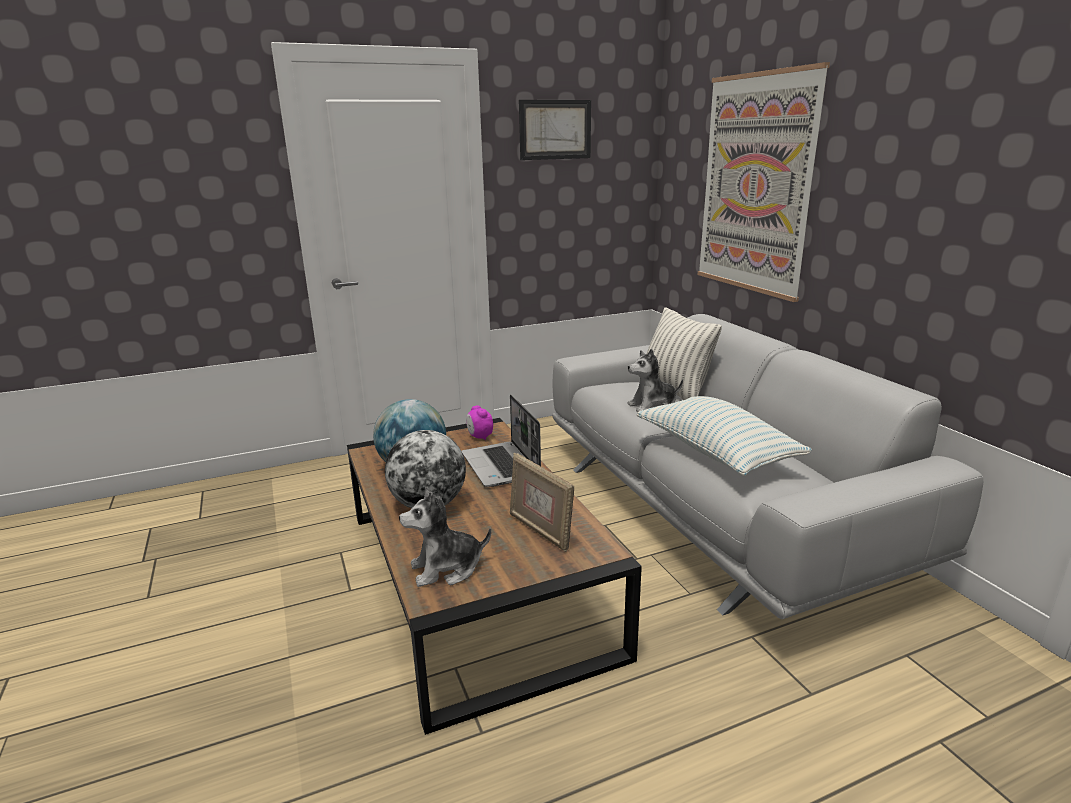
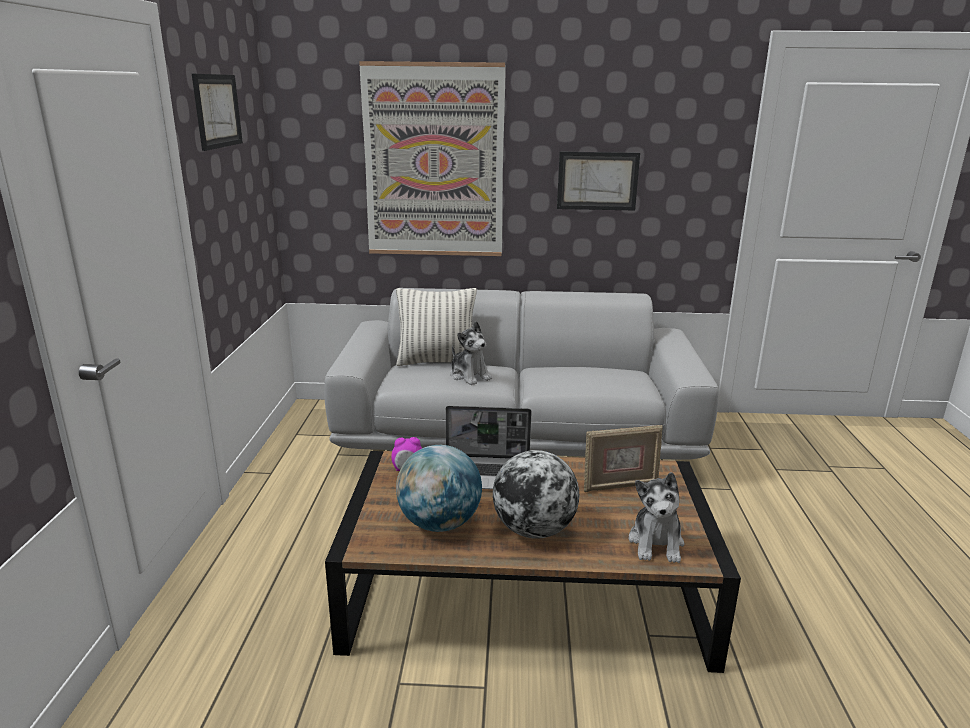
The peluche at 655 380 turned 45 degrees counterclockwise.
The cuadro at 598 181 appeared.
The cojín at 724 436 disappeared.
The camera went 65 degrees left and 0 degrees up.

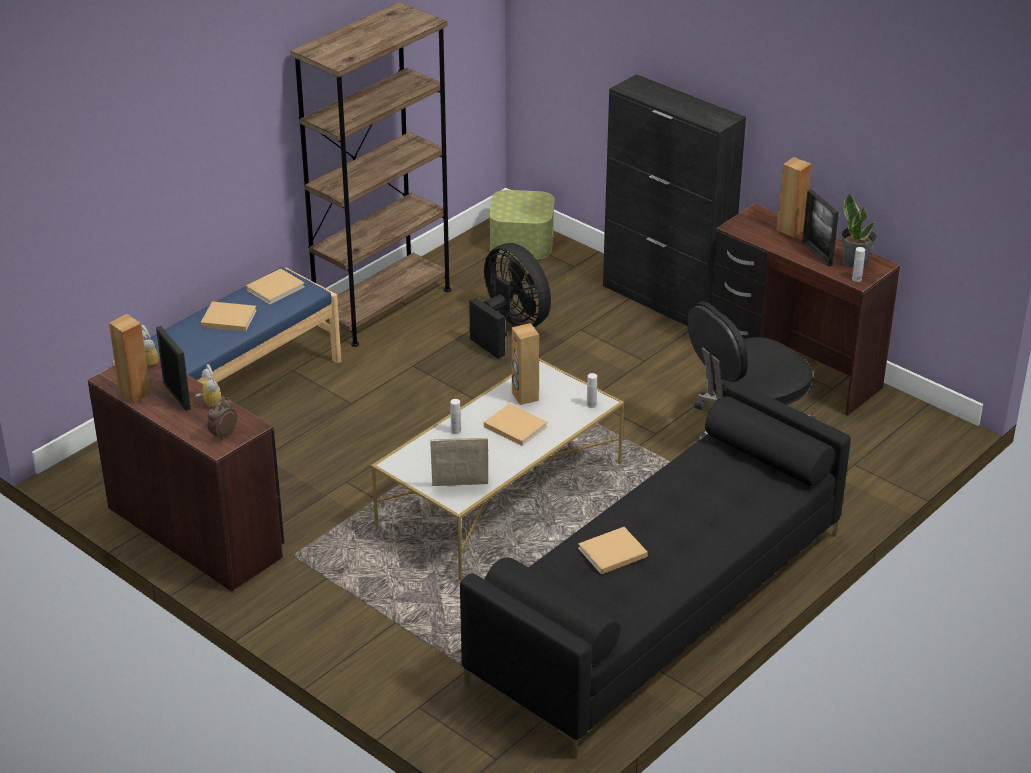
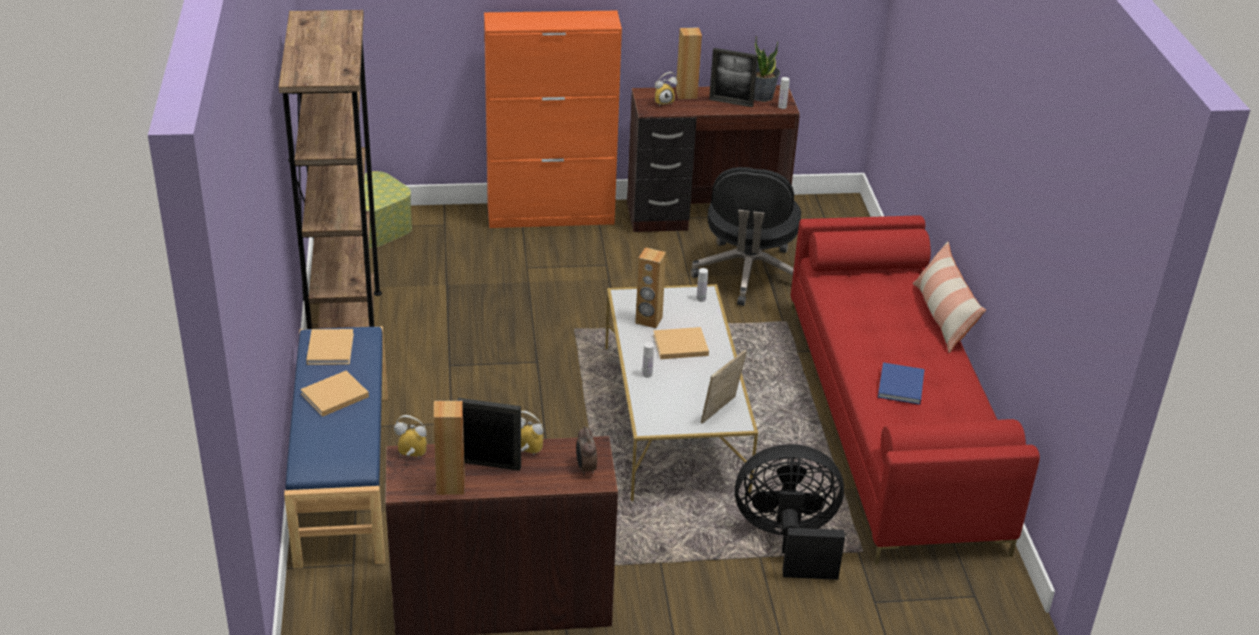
The armario [negro] at 674 200 became the armario [naranja] at 553 119.
The despertador at 666 89 appeared.
The ventilador [negro] moved from 510 301 to 790 512.
The sofá [negro] at 655 569 became the sofá [rojo] at 915 390.
The libro [beis] at 613 550 became the libro [azul] at 901 384.
The cojín at 949 297 appeared.
The camera went 50 degrees left and 0 degrees up.

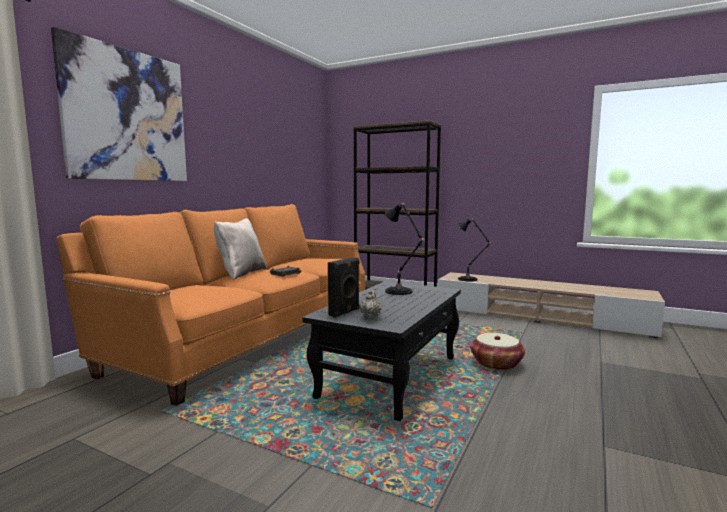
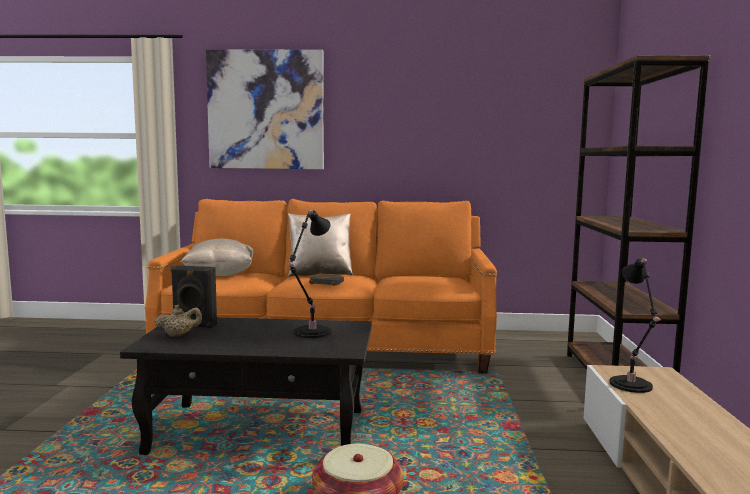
The cojín [beis] at 217 257 appeared.
The camera went 65 degrees right and 0 degrees up.

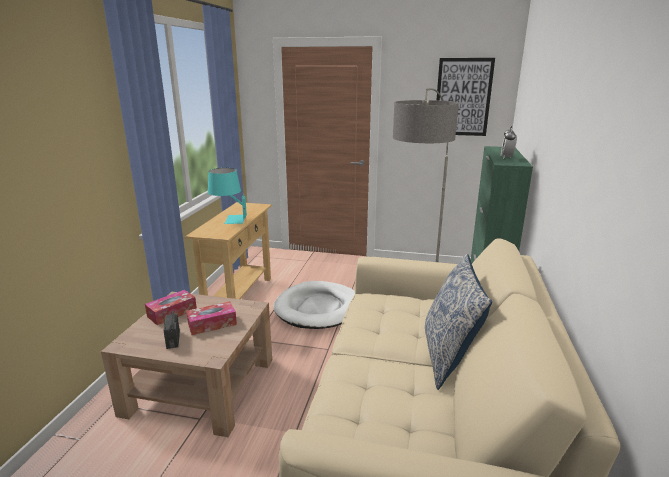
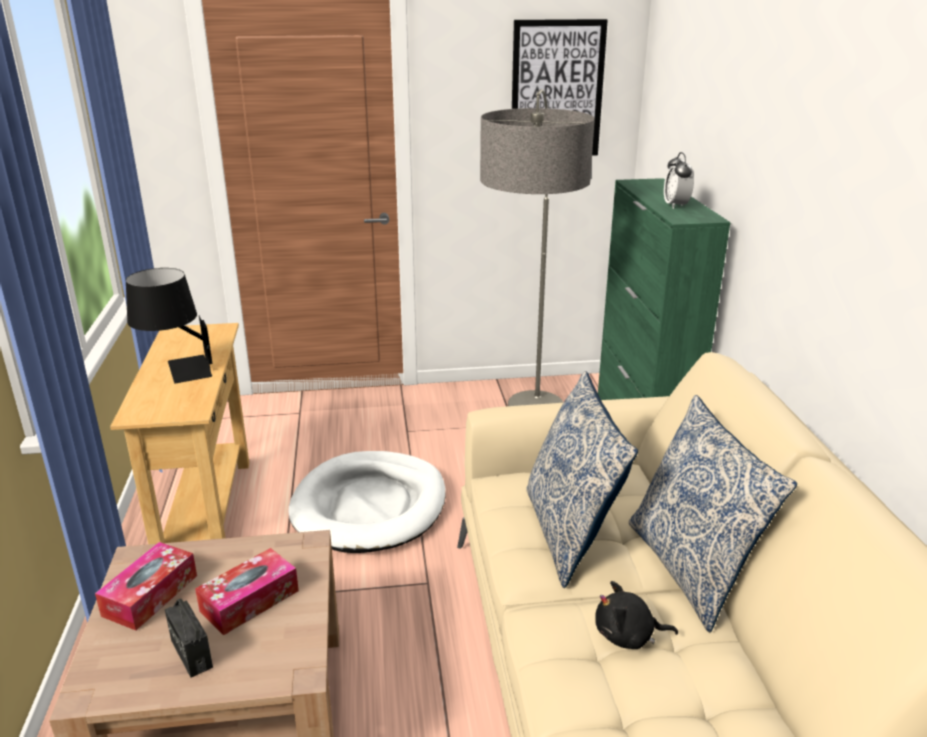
The lámpara de mesa [turquesa] at 227 196 became the lámpara de mesa [negro] at 169 325.
The cojín at 582 479 appeared.
The peluche [negro] at 636 615 appeared.
The camera went 20 degrees left and 5 degrees up.

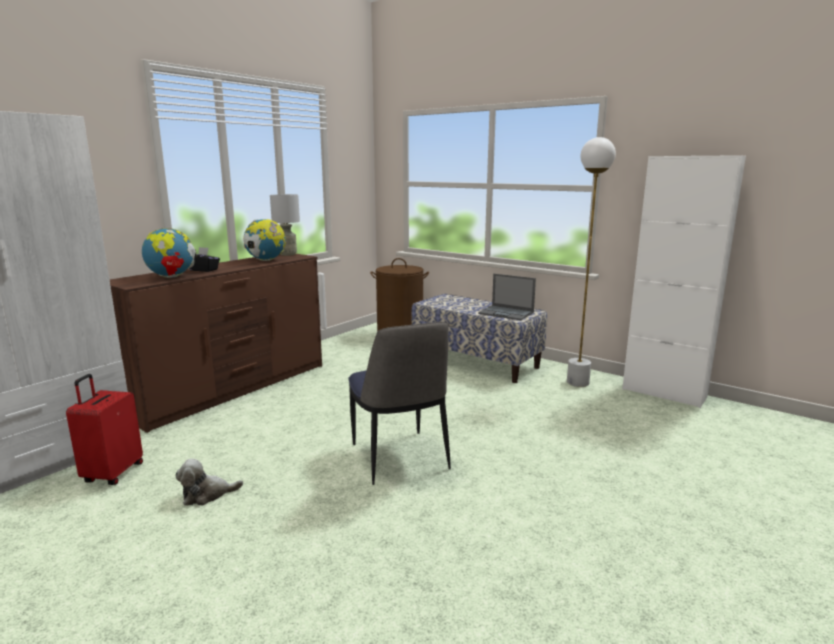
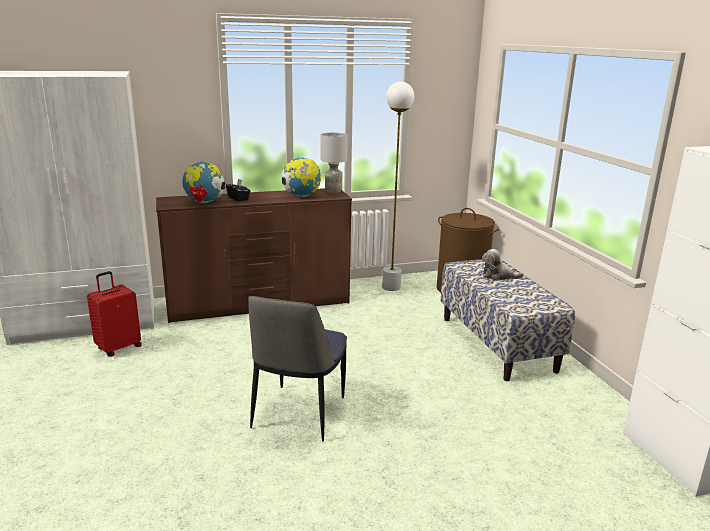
The lámpara de pie [blanco] moved from 591 262 to 398 186.
The peluche moved from 209 481 to 503 264.
The portátil at 507 297 disappeared.
The camera went 35 degrees right and 5 degrees up.

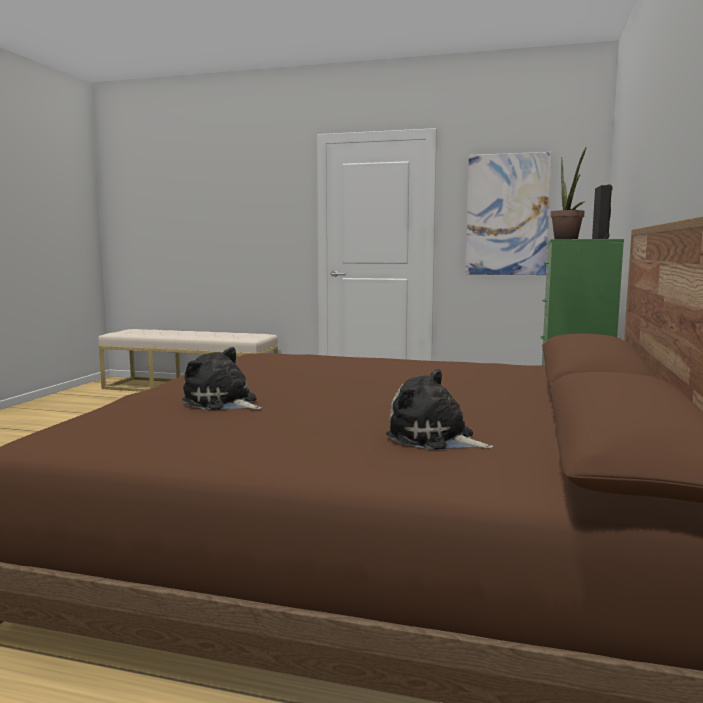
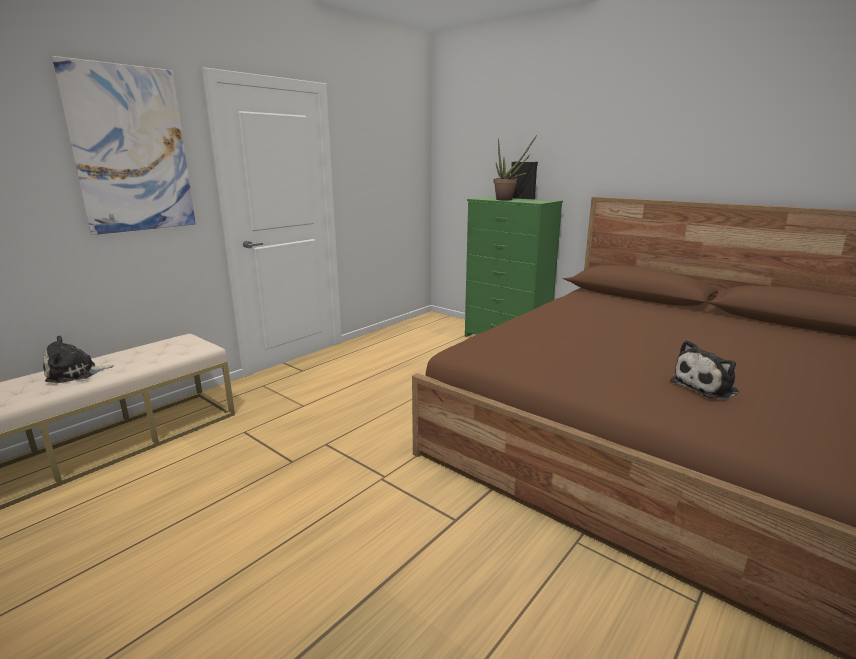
The peluche moved from 439 409 to 79 359.
The cuadro moved from 509 213 to 124 145.
The camera went 65 degrees left and 10 degrees up.

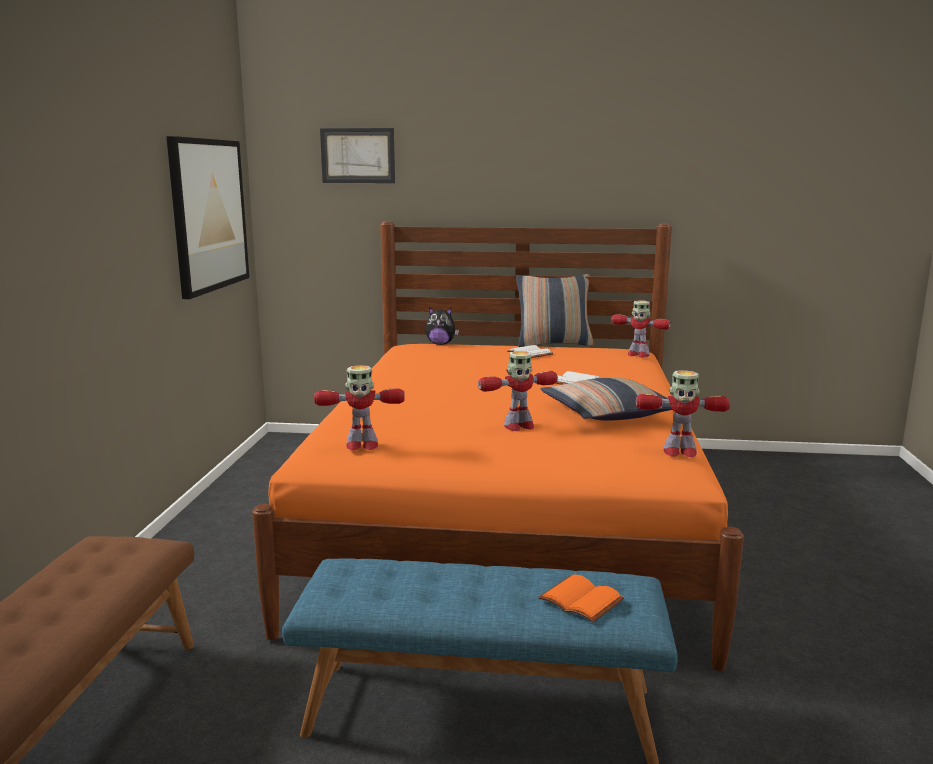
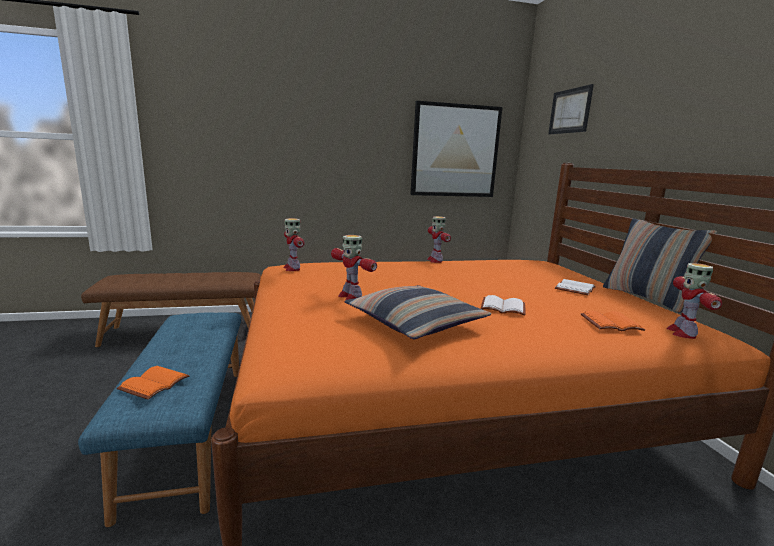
The robot de juguete moved from 683 413 to 439 239.
The libro [naranja] at 613 321 appeared.
The peluche at 442 326 disappeared.
The camera went 70 degrees right and 0 degrees up.

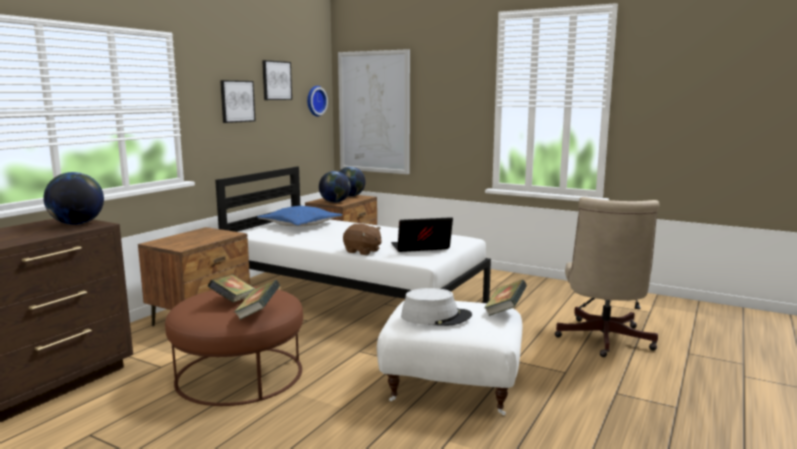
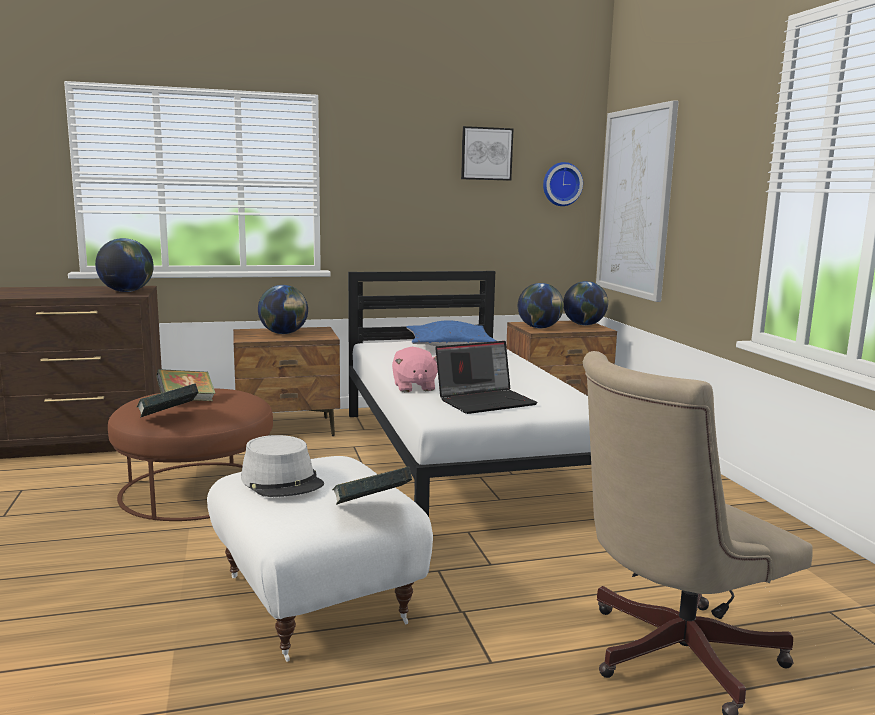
The globo terráqueo at 283 309 appeared.
The peluche [marrón] at 362 239 became the peluche [rosa] at 415 369.
The portátil at 422 234 turned 120 degrees clockwise.
The cuadro at 238 101 disappeared.
The camera went 45 degrees right and 0 degrees up.

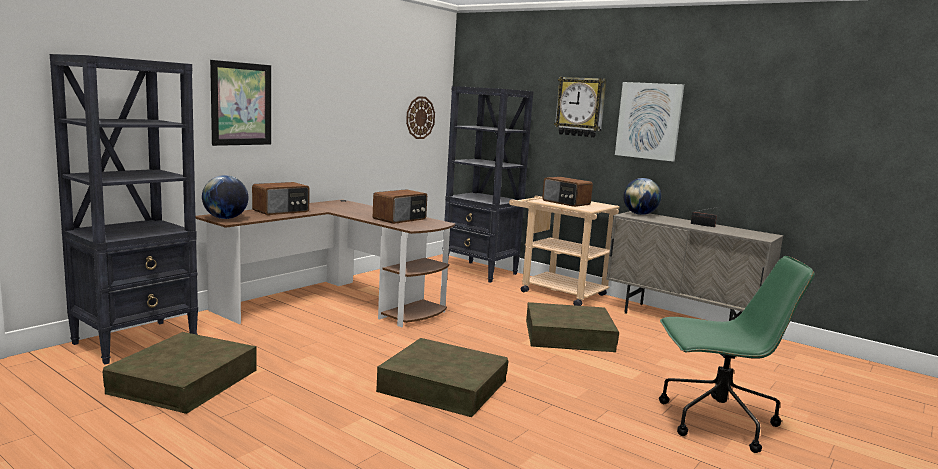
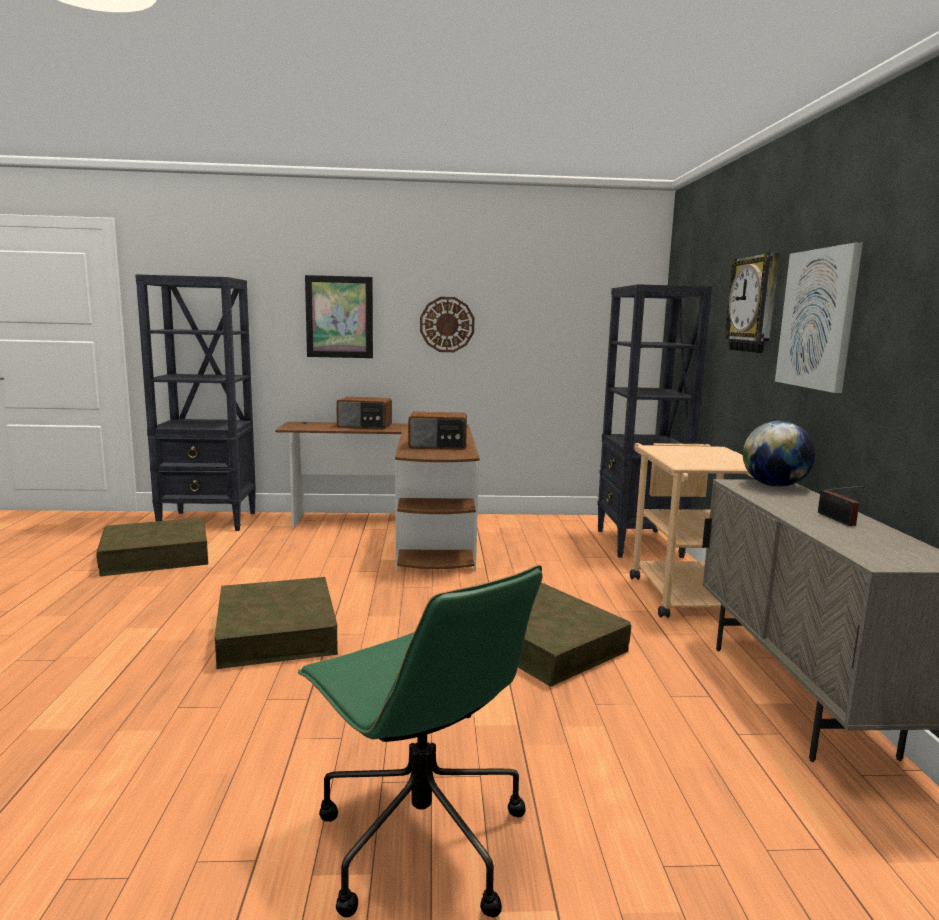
The reloj de pared moved from 420 117 to 447 324.
The globo terráqueo at 225 197 disappeared.
The radio at 567 192 disappeared.
The camera went 50 degrees right and 0 degrees up.

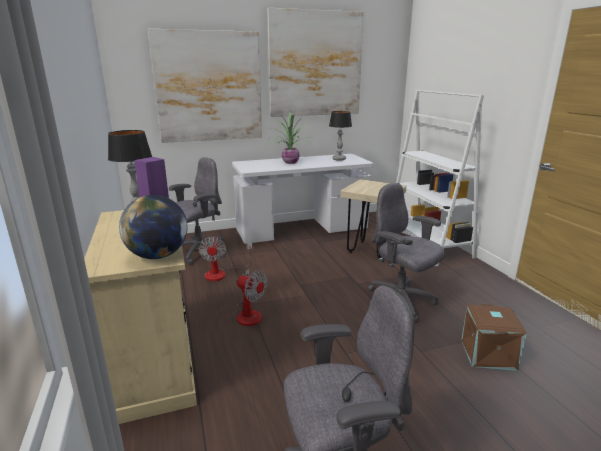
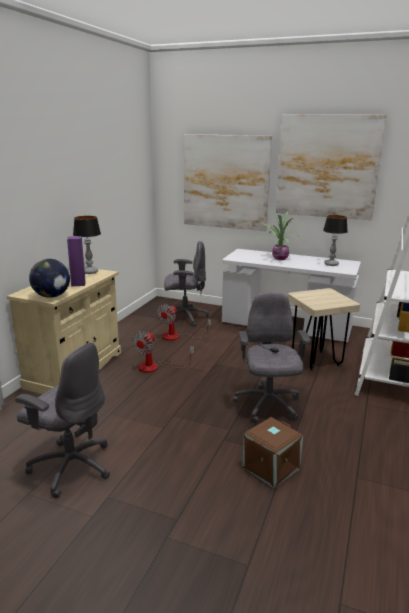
The ventilador at 251 297 turned 45 degrees clockwise.
The camera went 40 degrees right and 0 degrees up.

